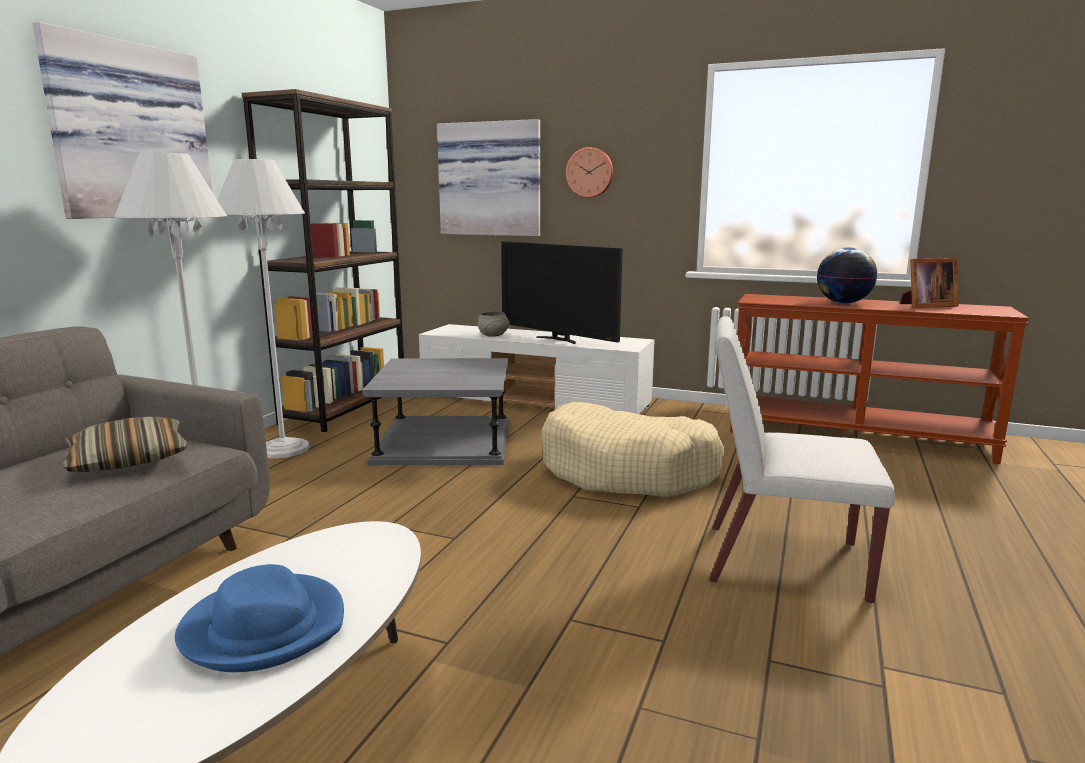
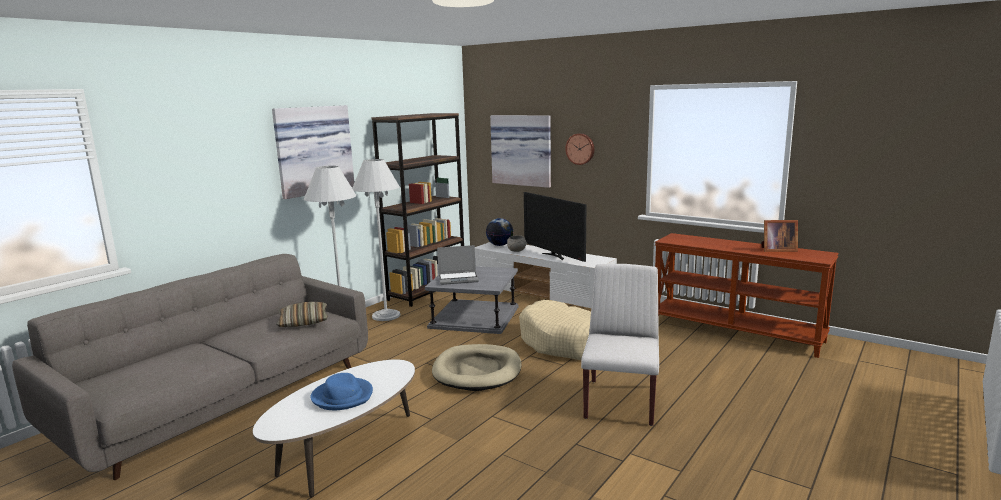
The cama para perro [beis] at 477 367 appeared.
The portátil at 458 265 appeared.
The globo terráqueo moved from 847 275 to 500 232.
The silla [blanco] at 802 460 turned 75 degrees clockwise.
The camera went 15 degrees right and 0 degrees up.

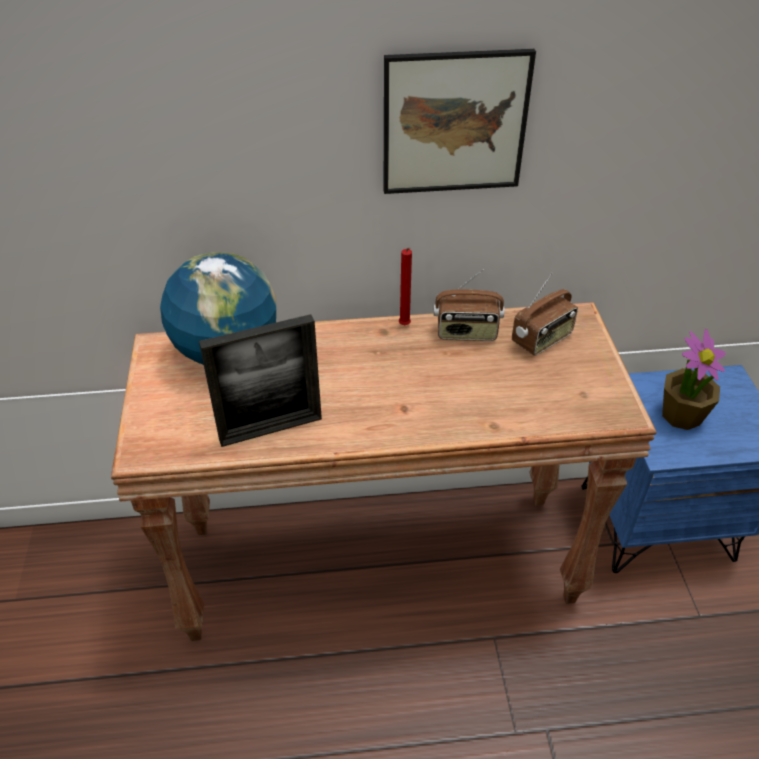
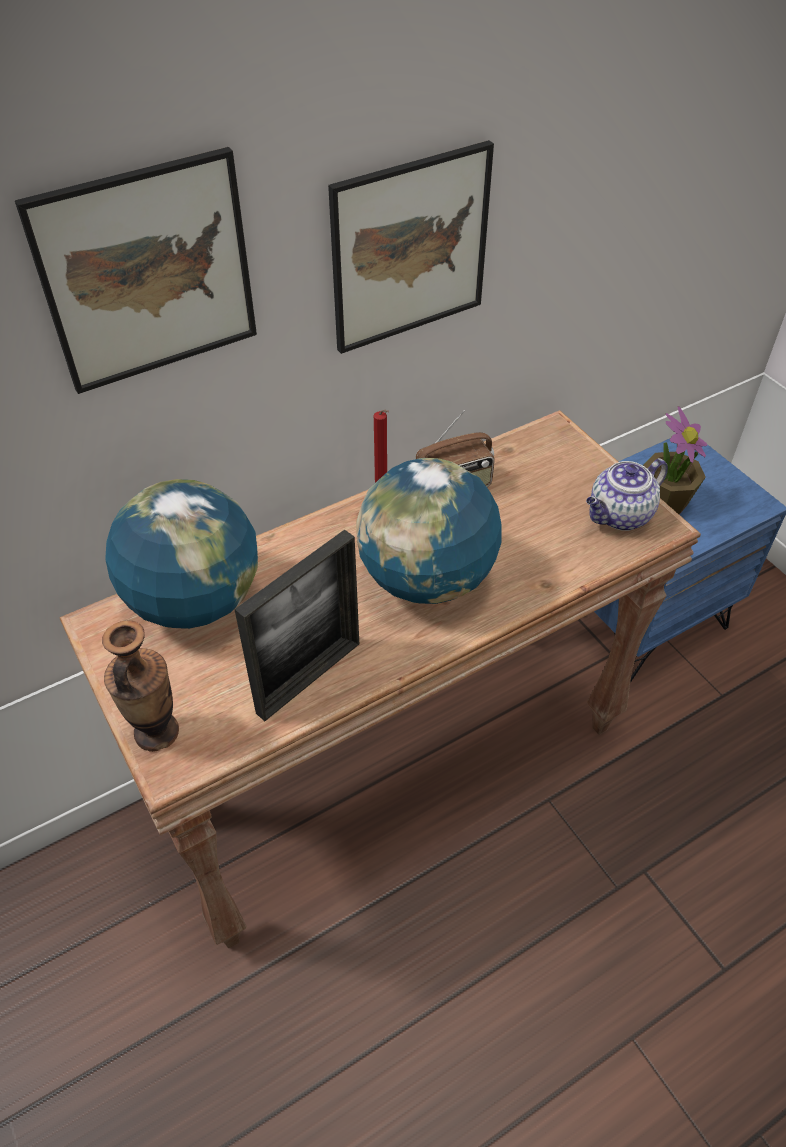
The cuadro at 136 270 appeared.
The florero at 140 686 appeared.
The globo terráqueo at 429 531 appeared.
The tetera at 627 494 appeared.
The radio at 545 314 disappeared.
The camera went 25 degrees left and 5 degrees up.

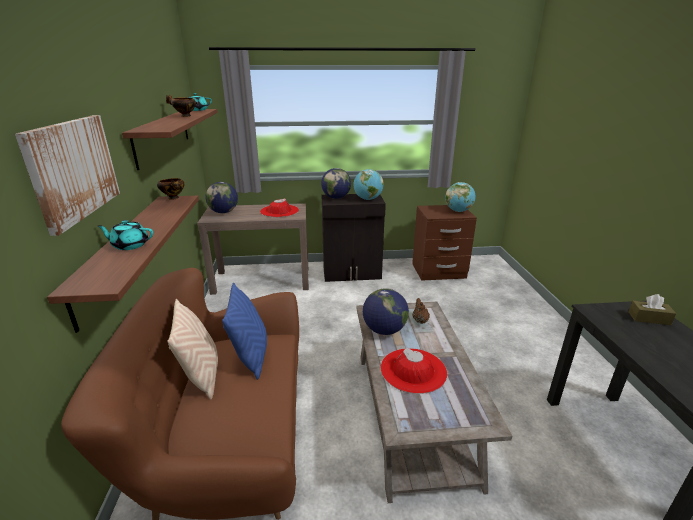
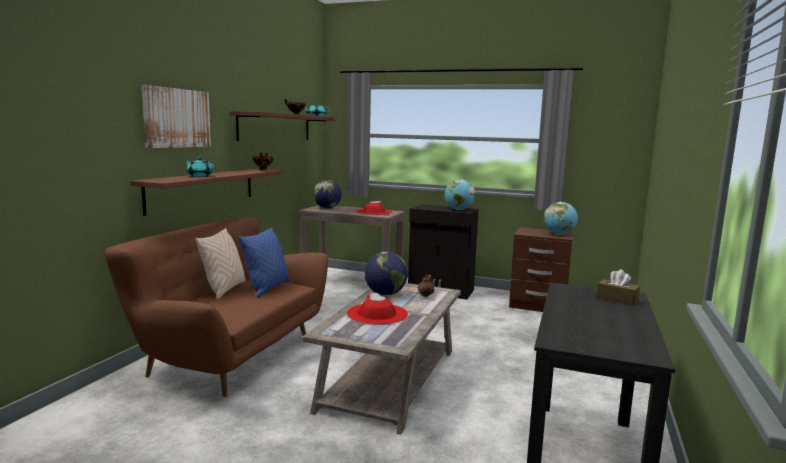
The globo terráqueo at 336 183 disappeared.
The camera went 25 degrees right and 15 degrees down.

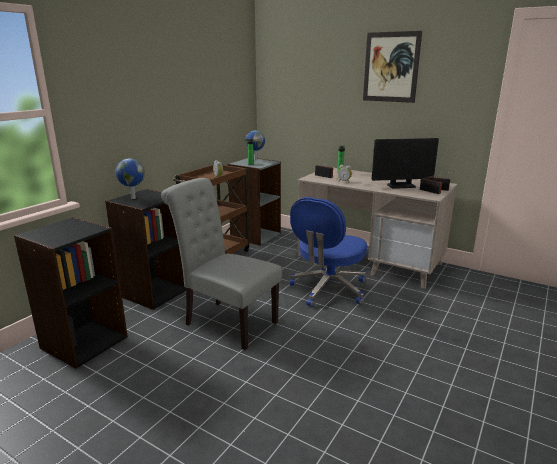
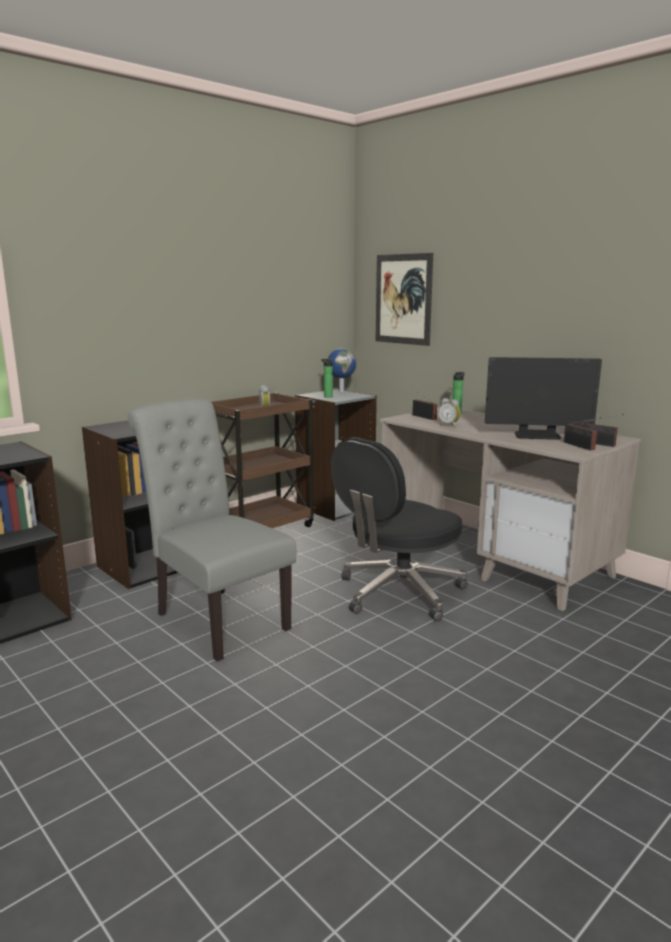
The silla de oficina [azul] at 328 252 became the silla de oficina [negro] at 399 529.
The cuadro moved from 392 67 to 404 299.
The globo terráqueo at 130 179 disappeared.
The camera went 15 degrees right and 5 degrees down.

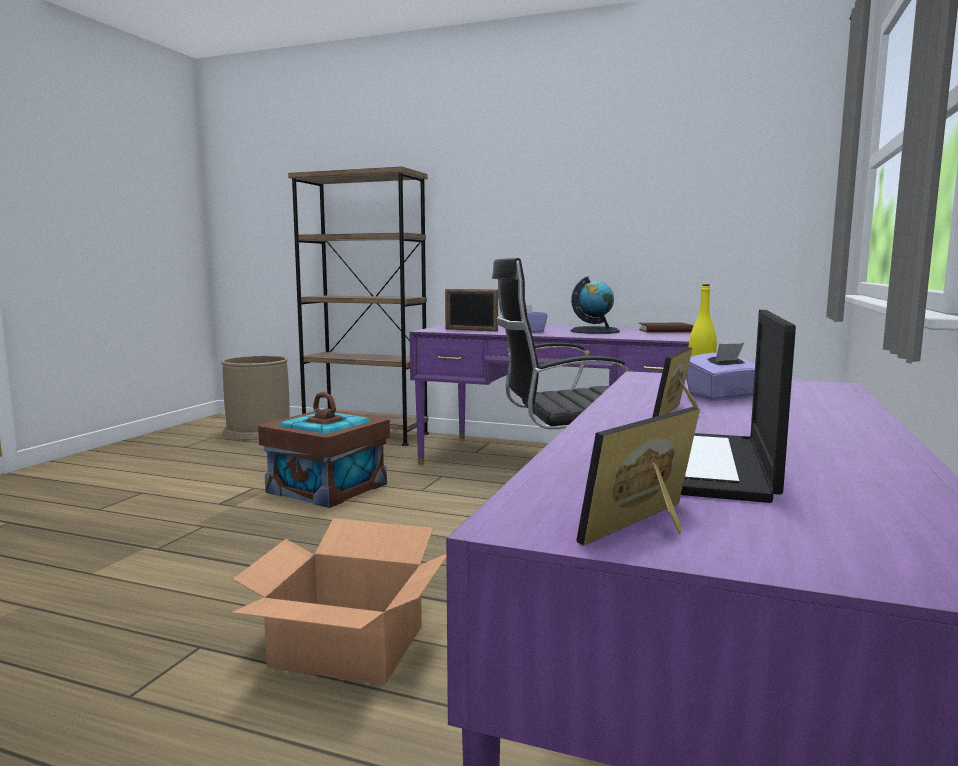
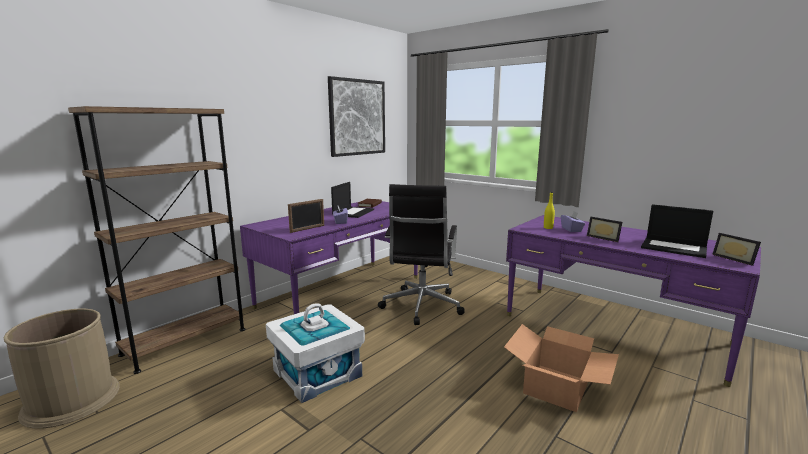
The caja de almacenaje [marrón] at 324 450 became the caja de almacenaje [blanco] at 315 353.
The cuadro at 356 116 appeared.
The globo terráqueo at 595 305 was replaced by the portátil at 352 200.
The camera went 70 degrees left and 5 degrees up.

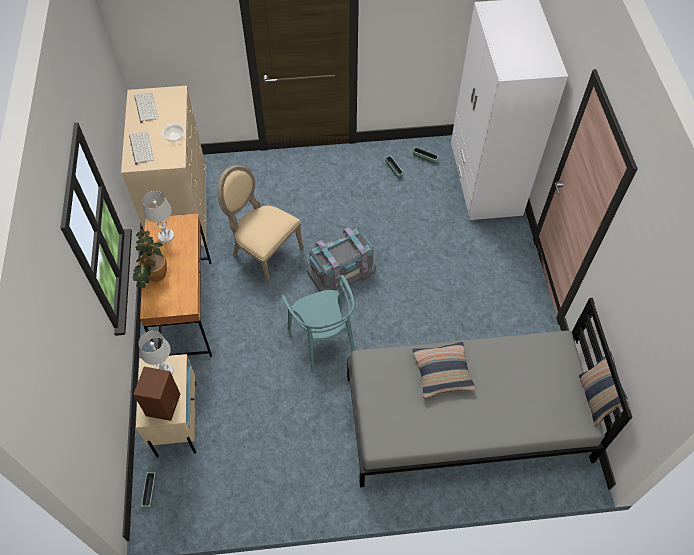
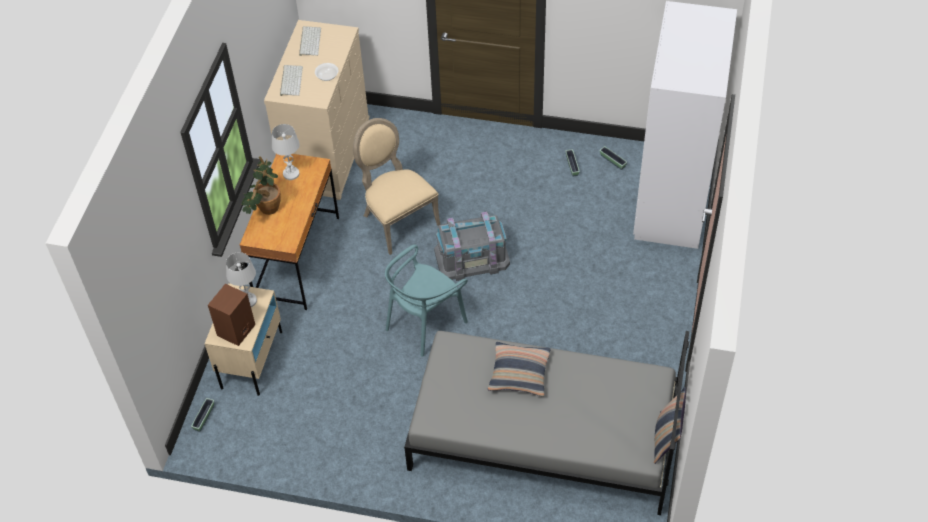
The silla [turquesa] at 318 324 turned 45 degrees clockwise.
The camera went 20 degrees right and 5 degrees down.

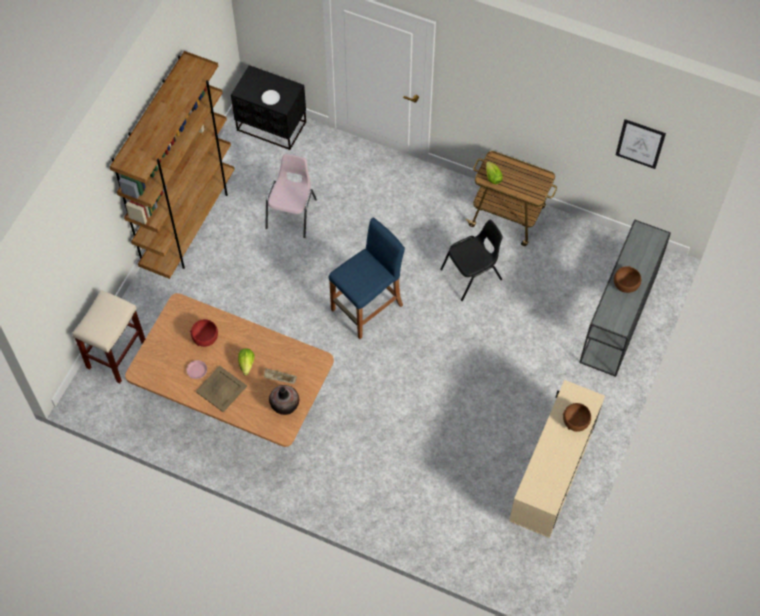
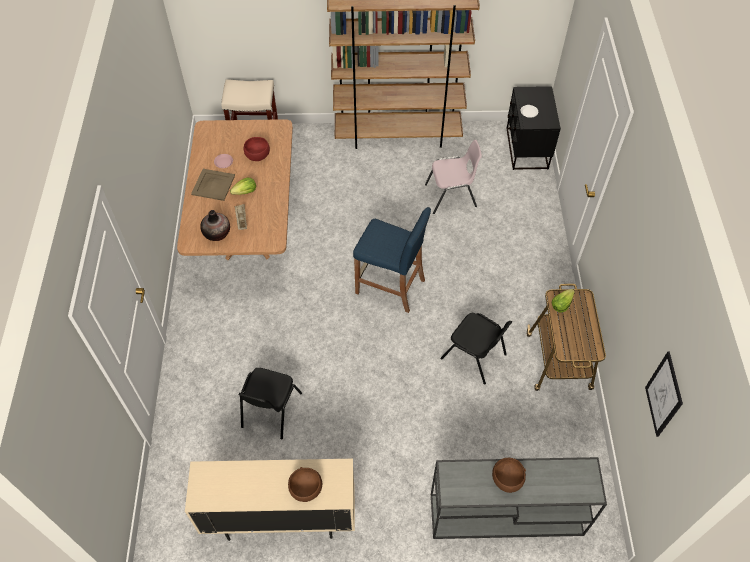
The silla [negro] at 270 404 appeared.
The camera went 65 degrees right and 5 degrees down.

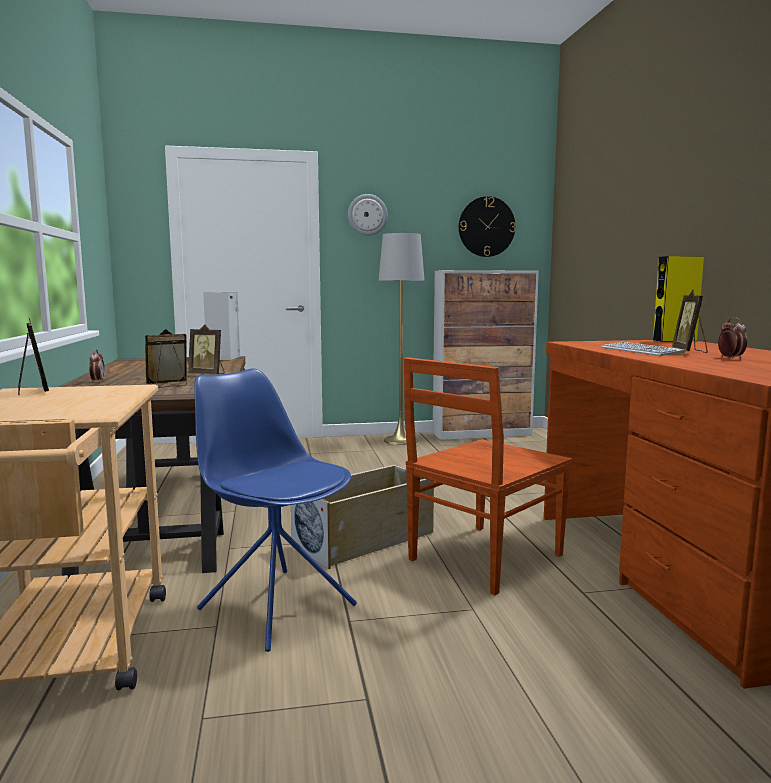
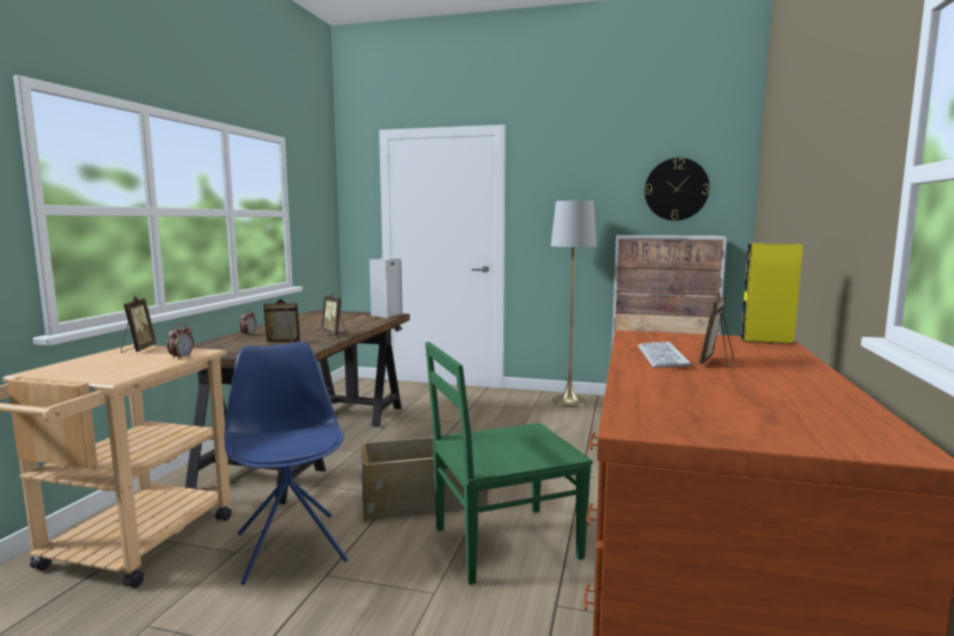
The despertador moved from 732 338 to 180 341.
The silla [marrón] at 488 476 became the silla [verde] at 509 463.
The reloj de pared at 368 215 disappeared.
The camera went 25 degrees right and 0 degrees up.

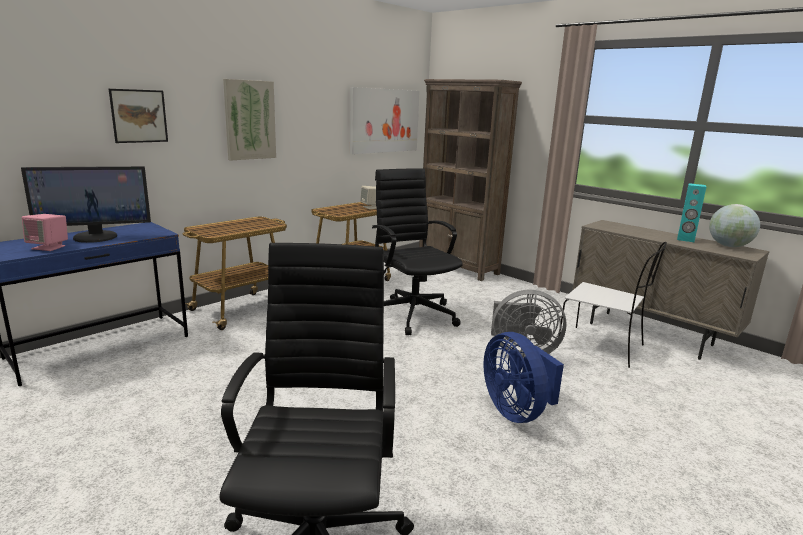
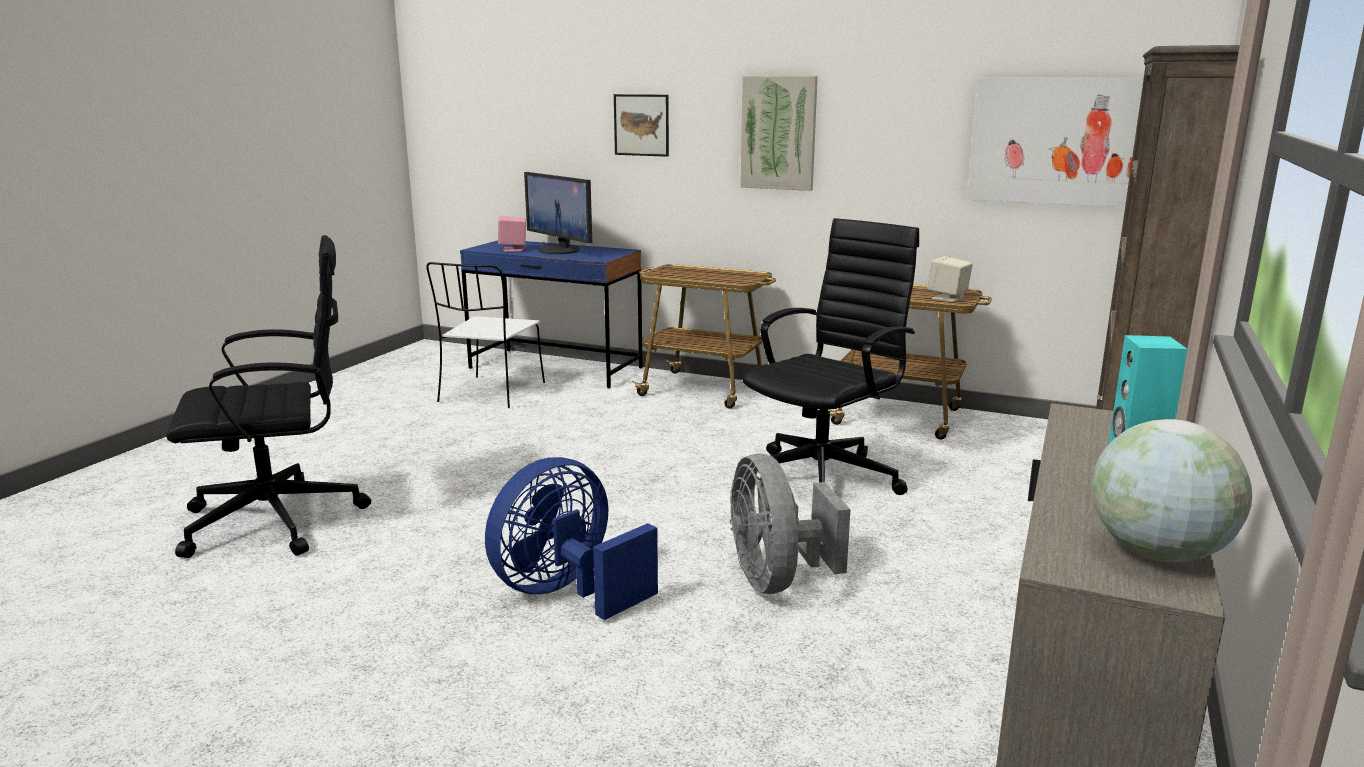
The silla [blanco] moved from 612 305 to 485 335.
The camera went 70 degrees right and 0 degrees up.

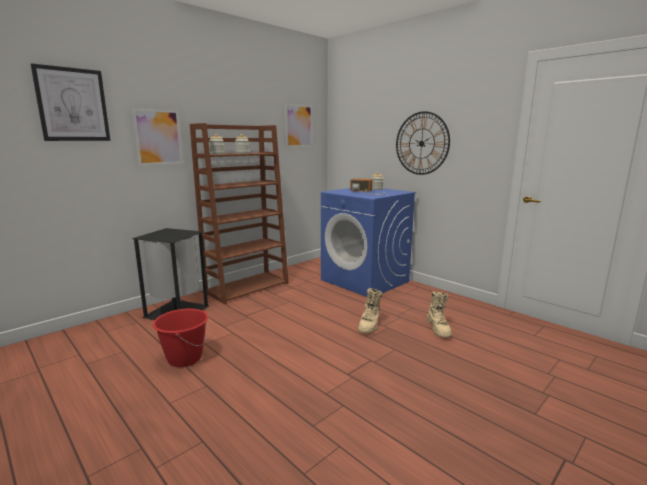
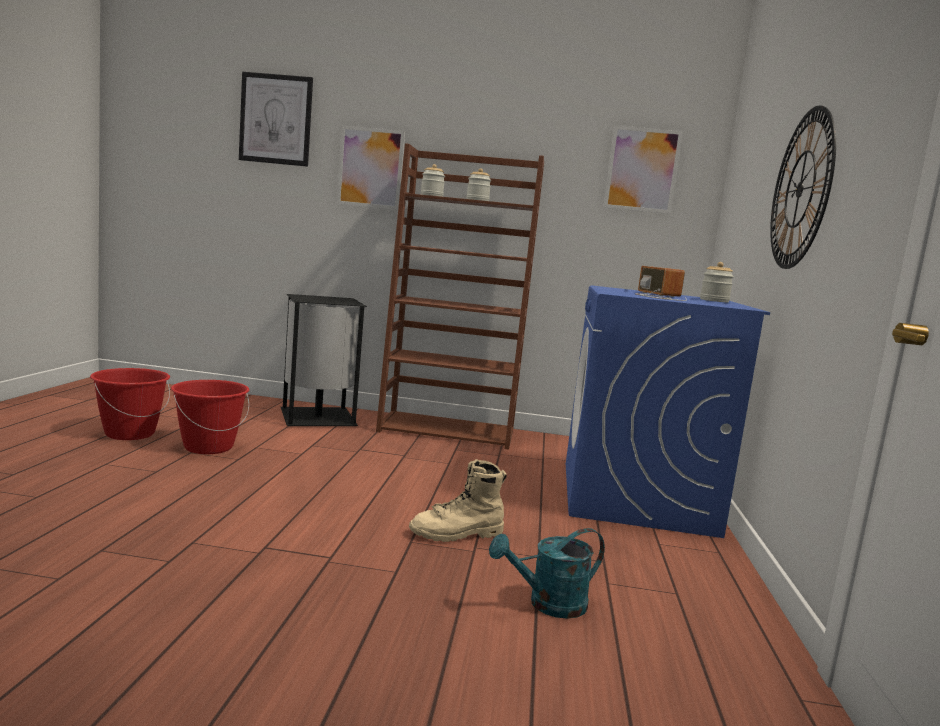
The cubo [rojo] at 130 404 appeared.
The bota [beis] at 439 314 was replaced by the regadera [turquesa] at 547 573.
The camera went 50 degrees right and 5 degrees down.

